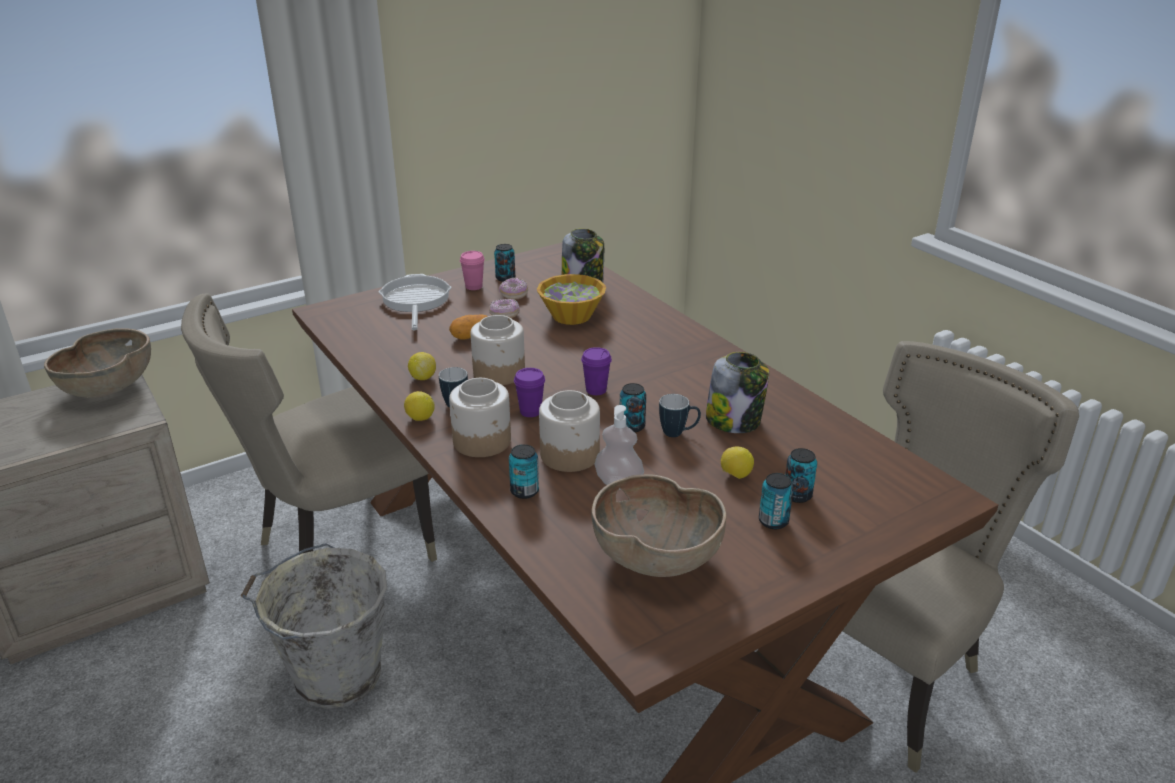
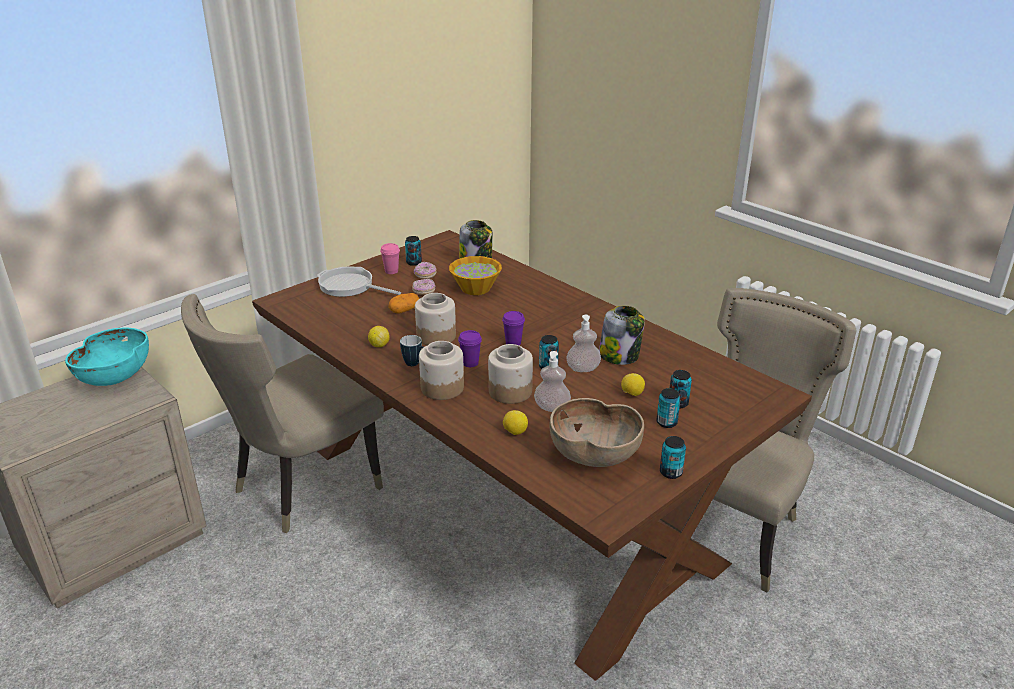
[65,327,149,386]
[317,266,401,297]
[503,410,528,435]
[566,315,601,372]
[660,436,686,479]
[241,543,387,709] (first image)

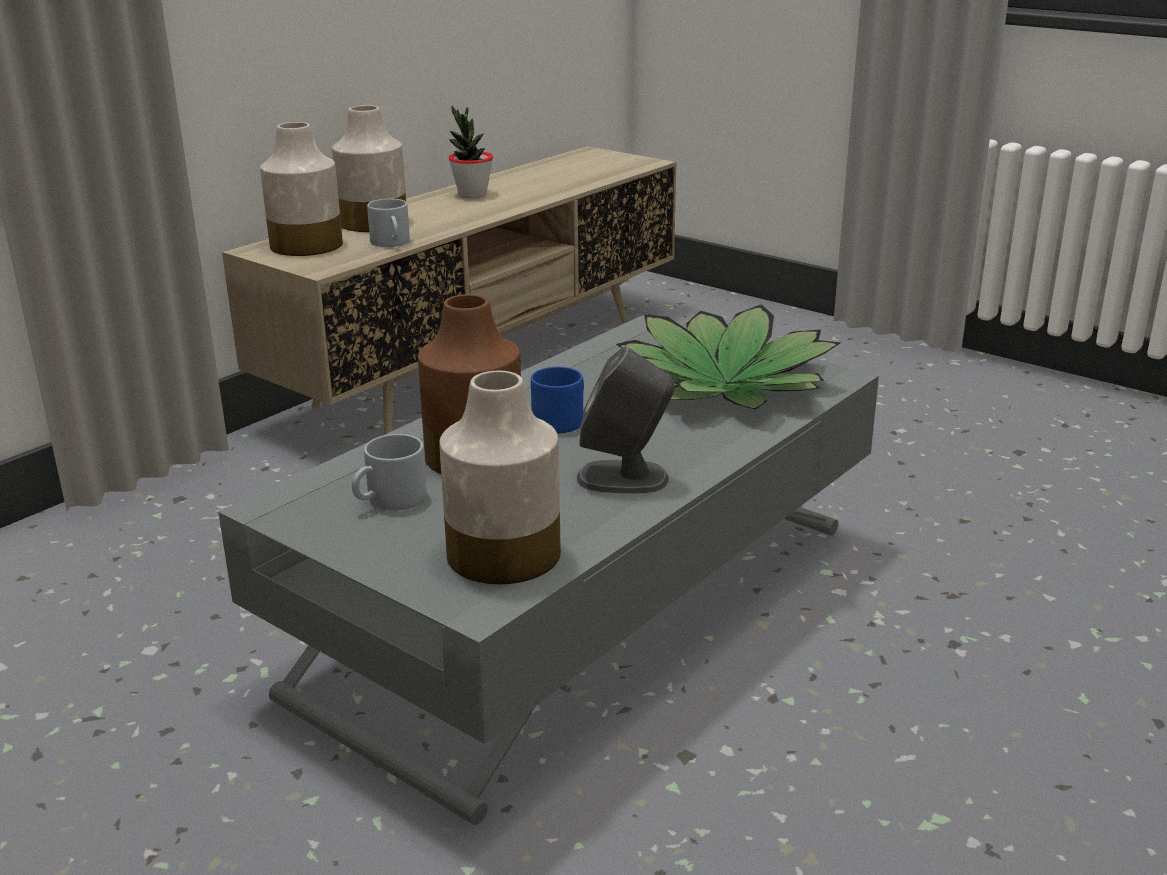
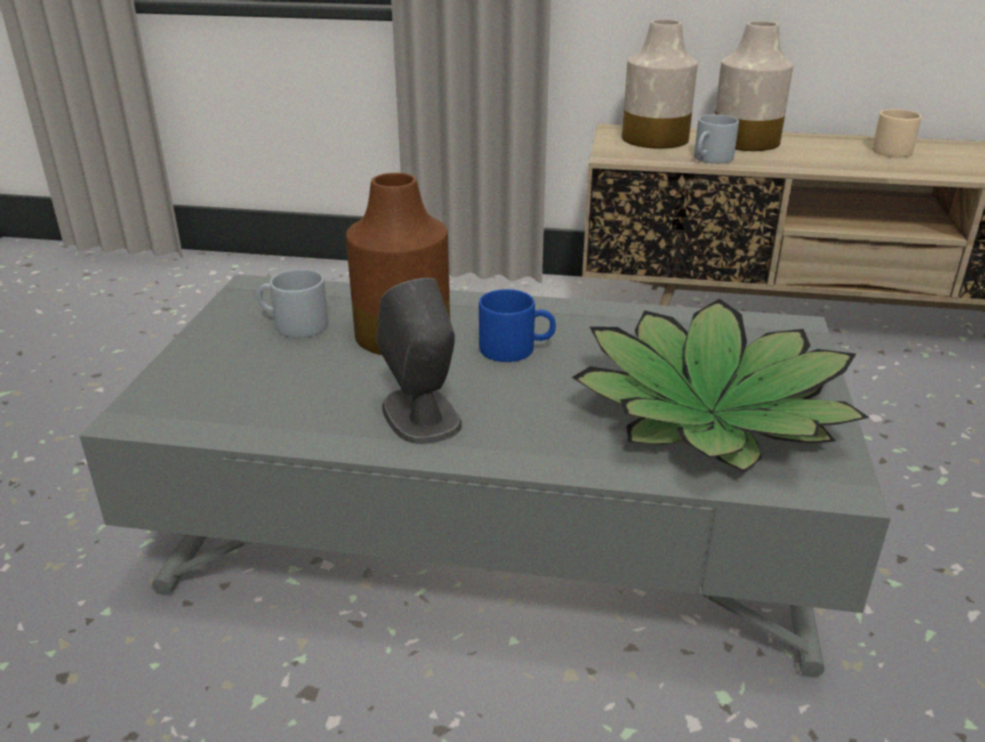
[872,109,922,157]
[439,371,561,584] (first image)

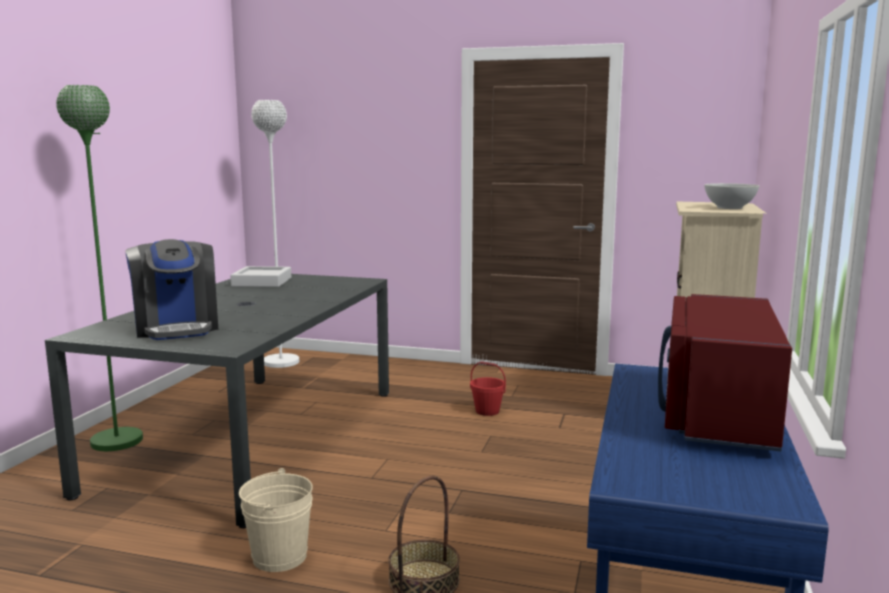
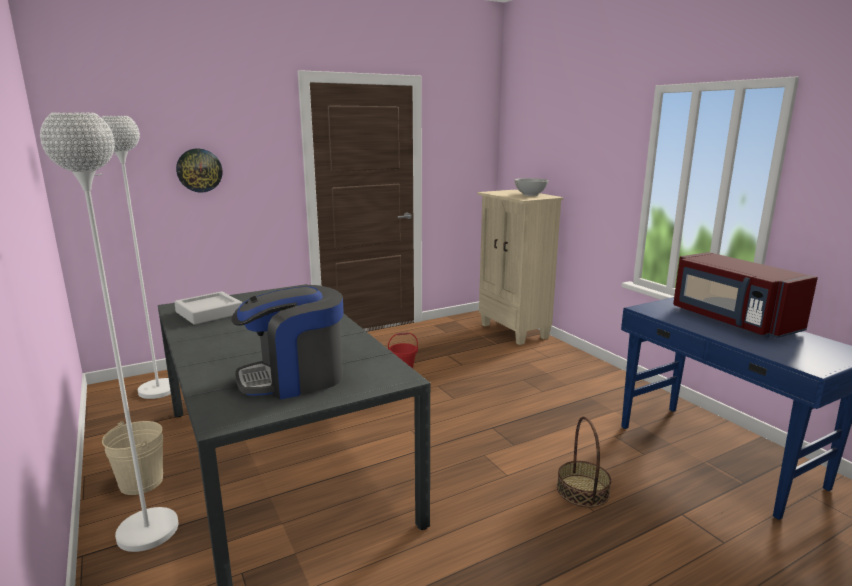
[40,112,179,552]
[102,421,163,495]
[176,149,222,193]
[231,285,344,400]

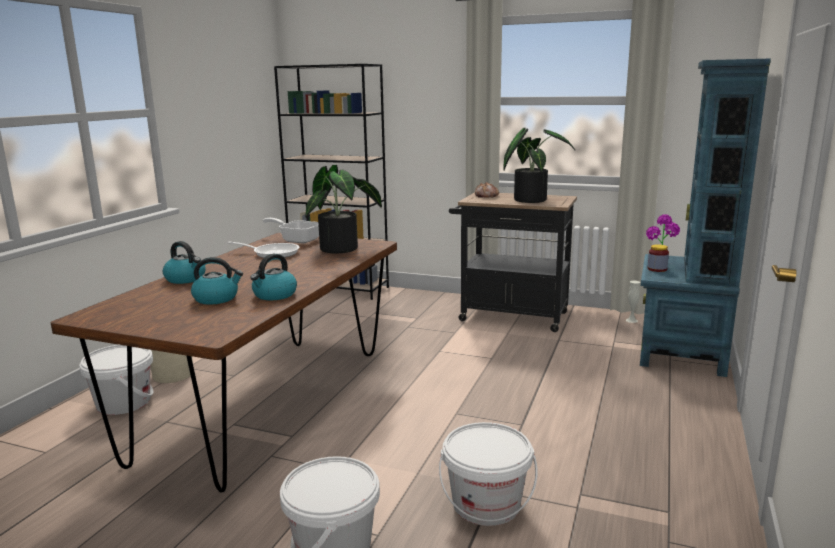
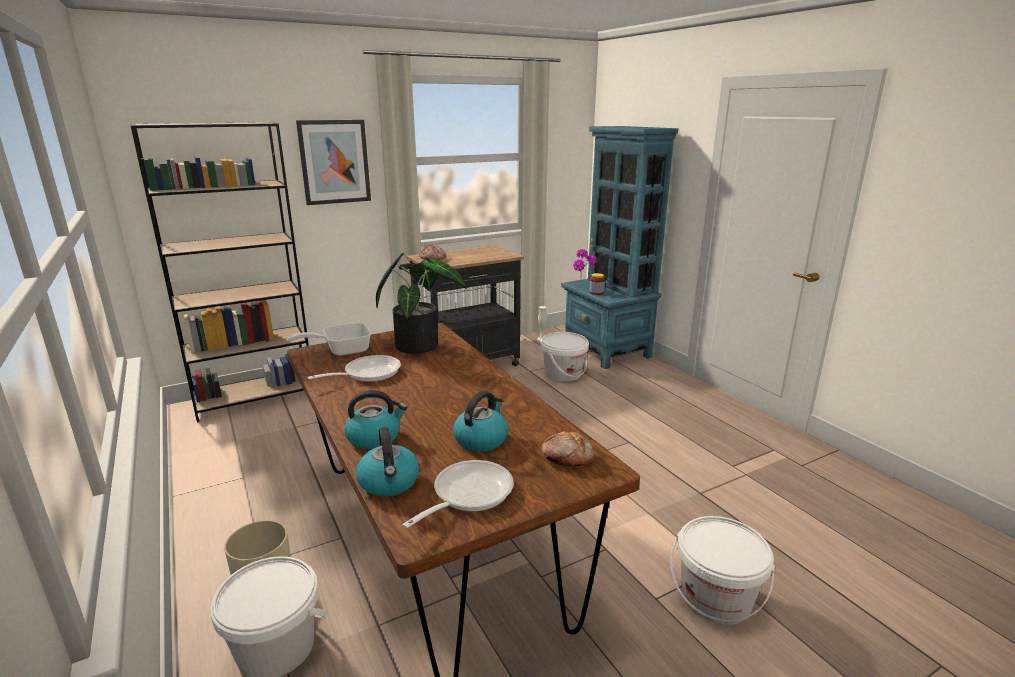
[296,120,371,205]
[356,427,419,497]
[402,460,514,528]
[540,332,589,382]
[541,431,594,467]
[503,128,575,203] (first image)

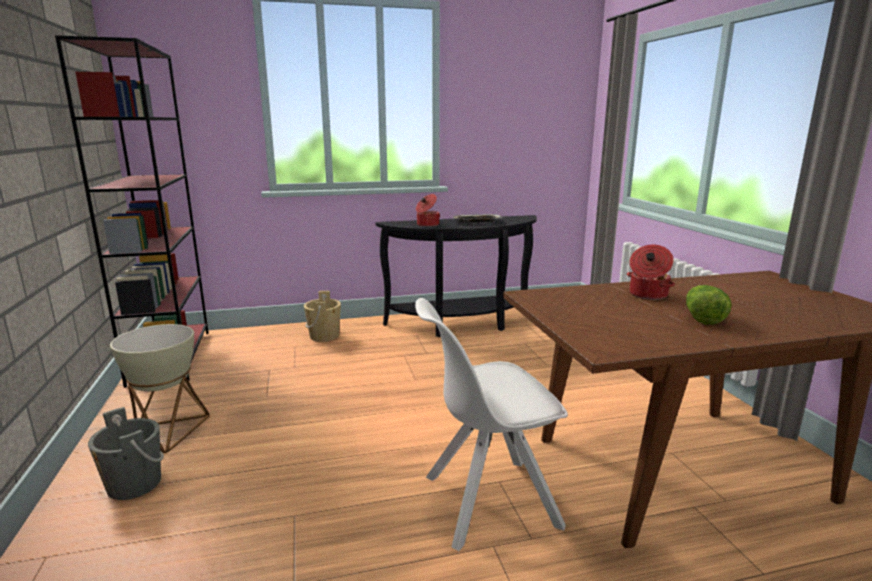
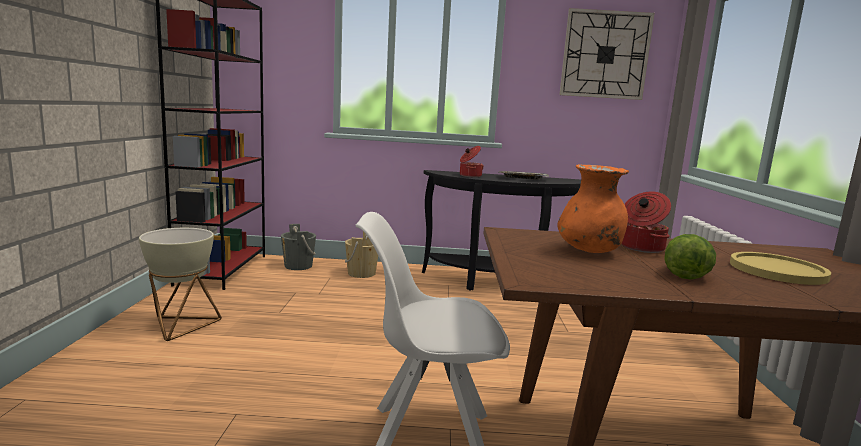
[281,224,316,270]
[557,164,629,253]
[559,8,655,100]
[730,252,831,285]

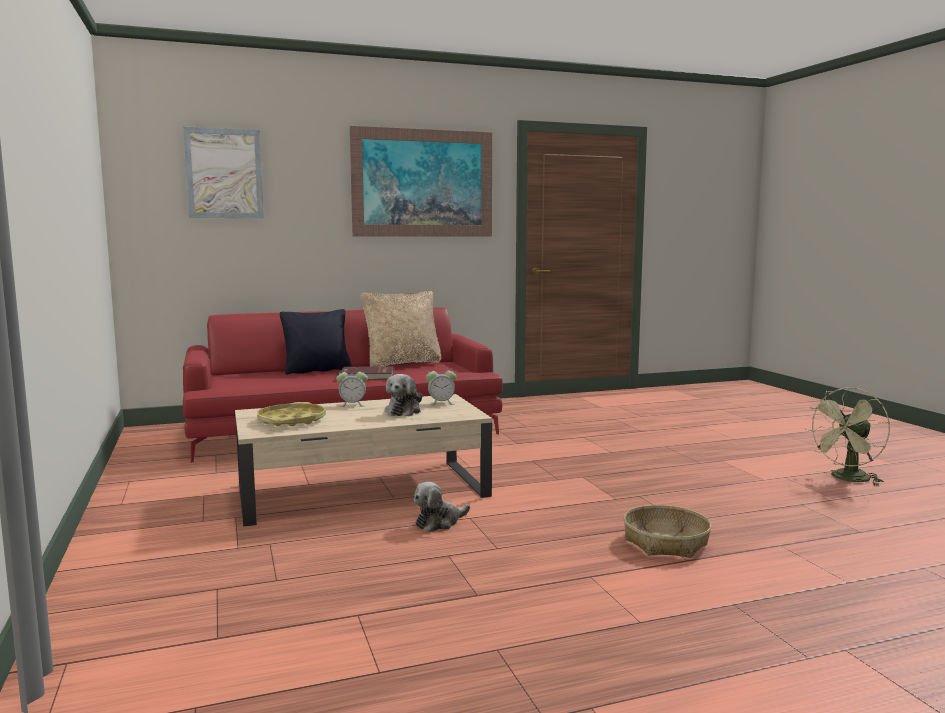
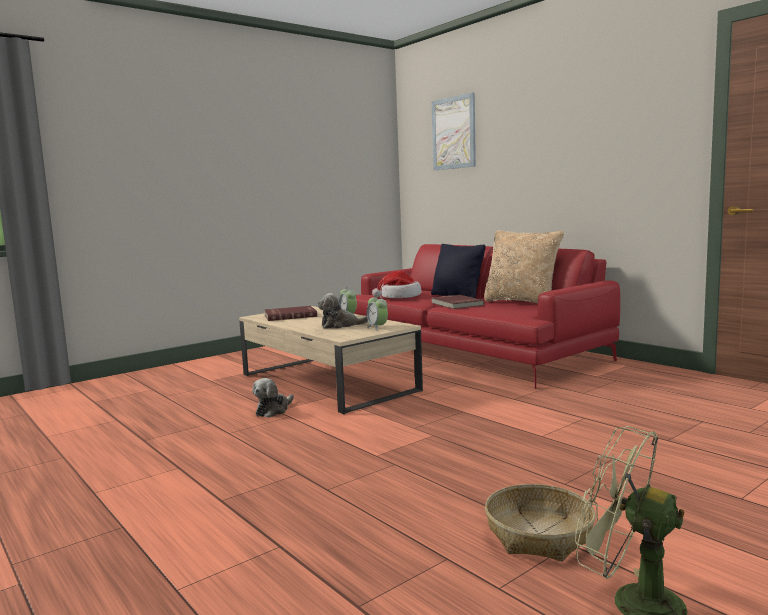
[252,378,294,418]
[264,306,317,321]
[372,271,422,298]
[485,484,596,561]
[350,126,492,237] (first image)

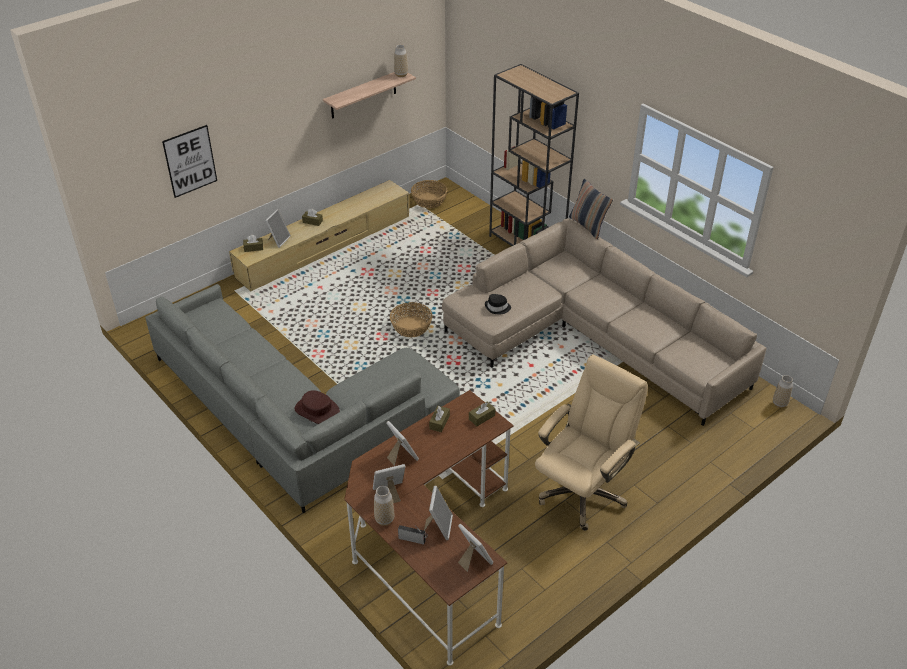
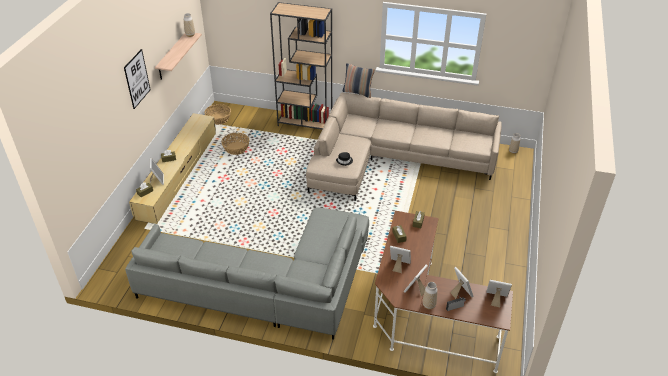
[124,49,151,109]
[221,133,249,155]
[294,390,340,424] (first image)
[535,355,648,531] (first image)

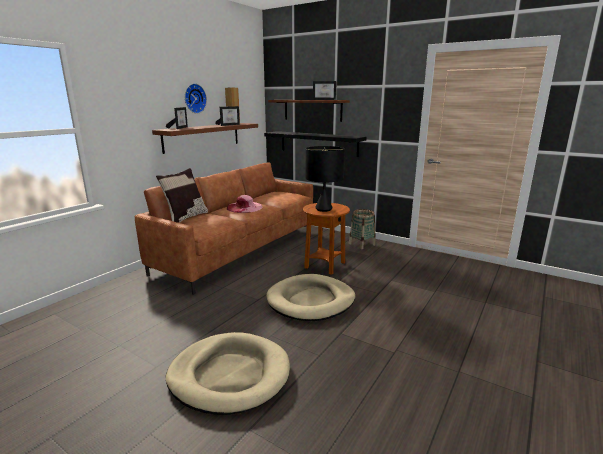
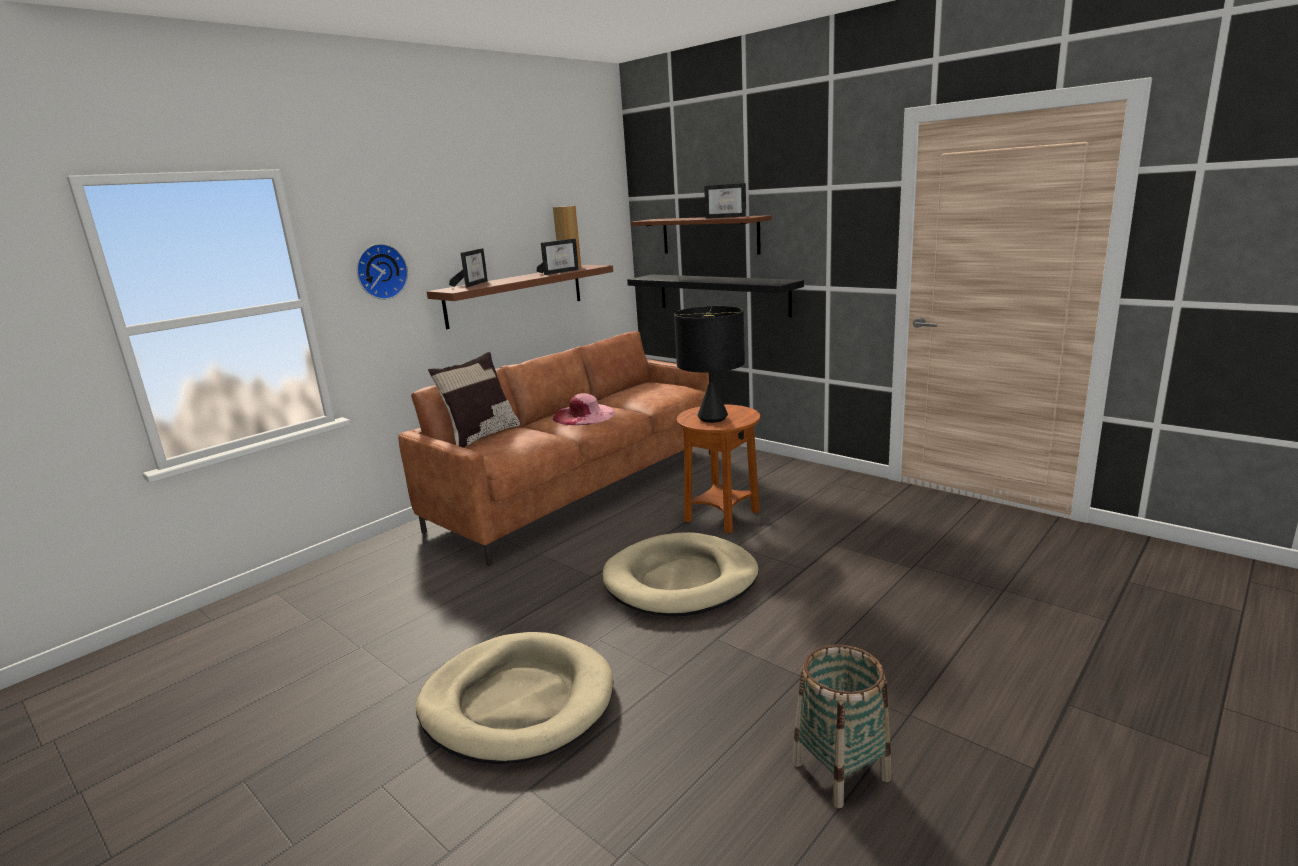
[357,244,408,300]
[792,644,891,808]

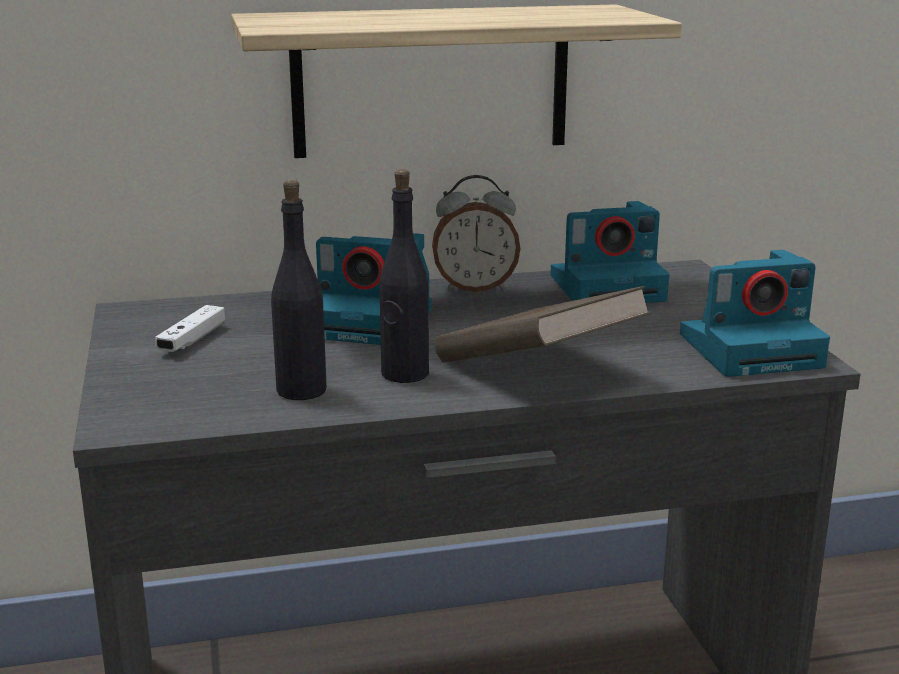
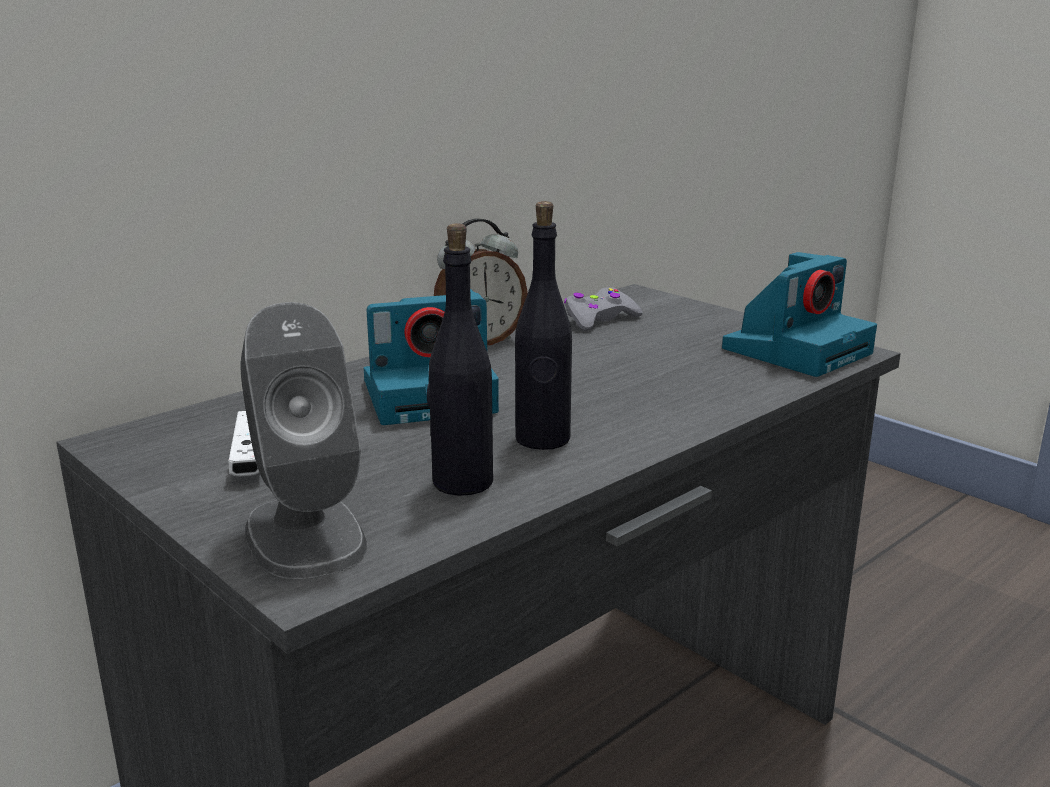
[241,302,367,579]
[564,287,643,331]
[231,4,682,158] (first image)
[435,286,651,363] (first image)

